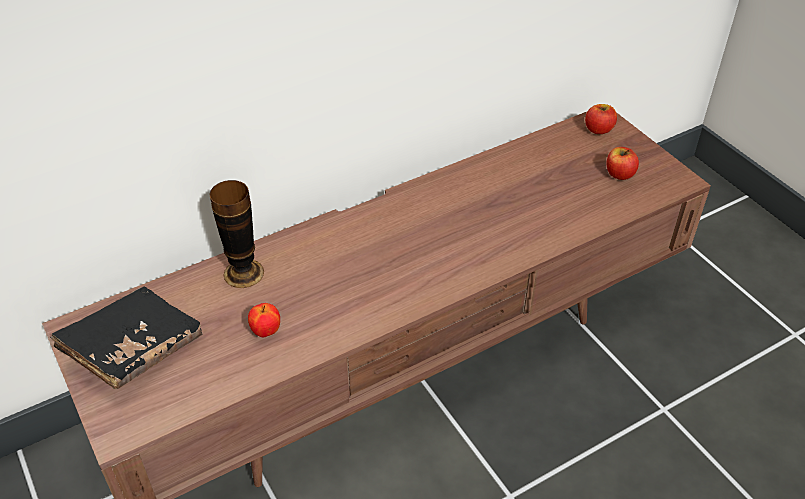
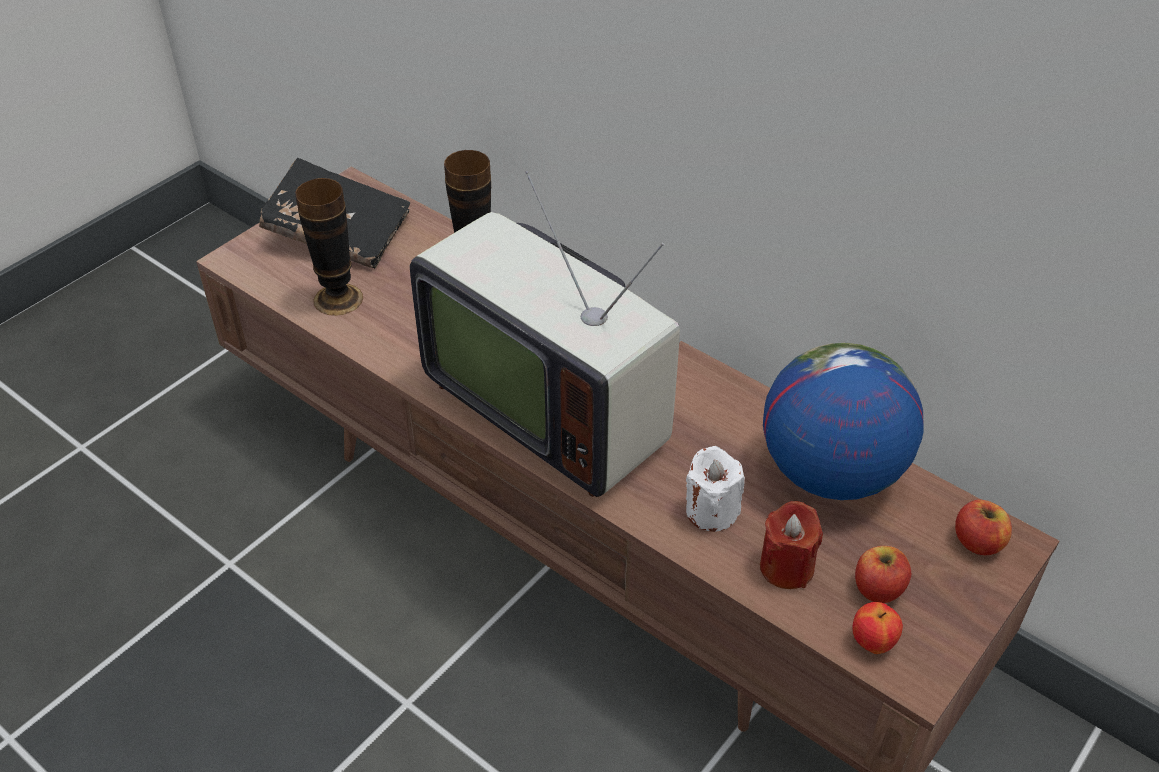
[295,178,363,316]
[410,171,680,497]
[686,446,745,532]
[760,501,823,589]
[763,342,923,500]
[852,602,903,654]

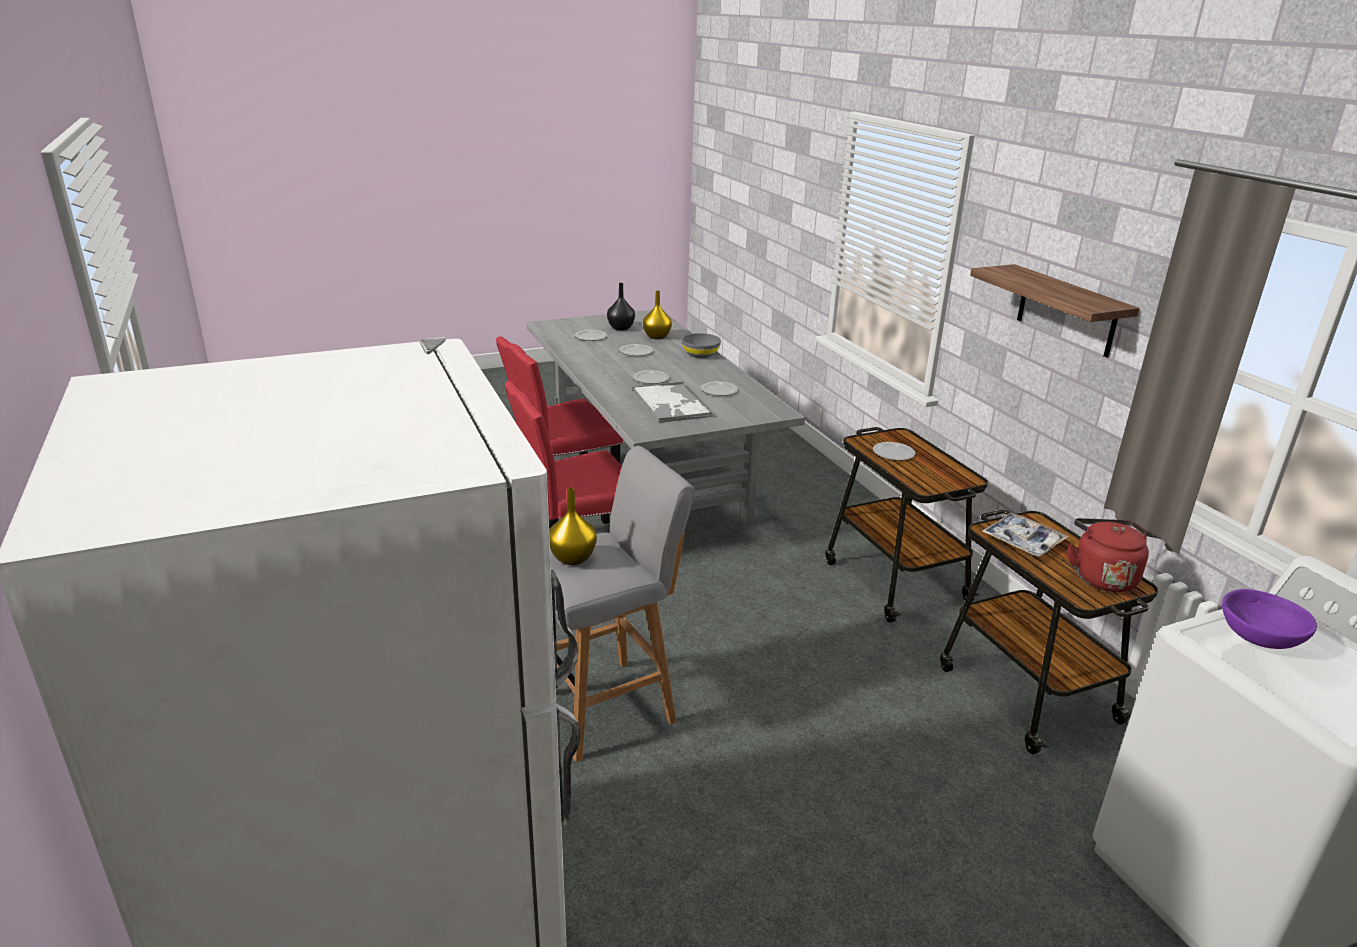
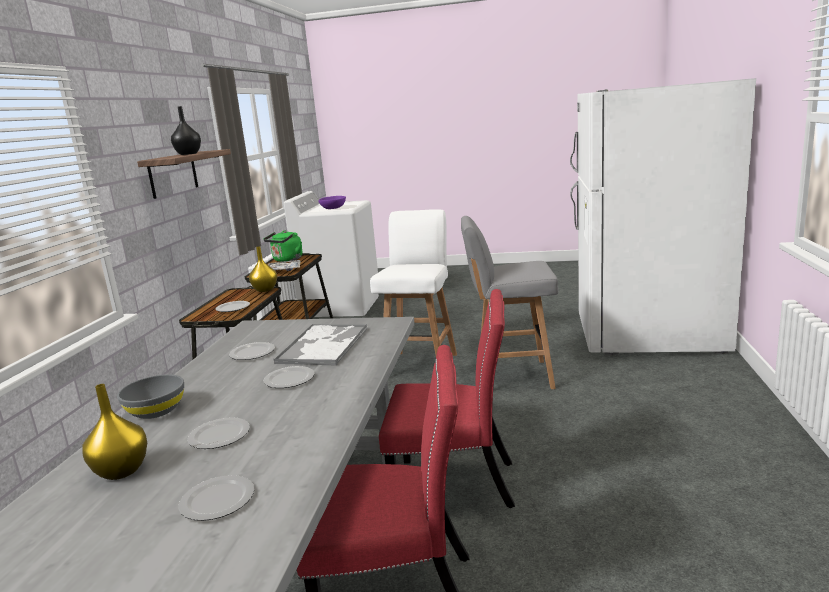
[171,106,201,155]
[249,246,277,292]
[263,230,302,262]
[370,209,457,356]

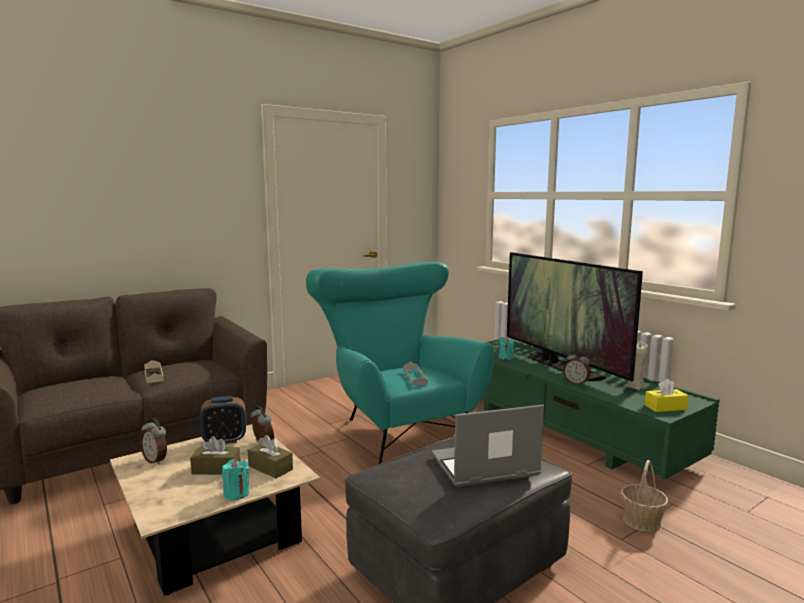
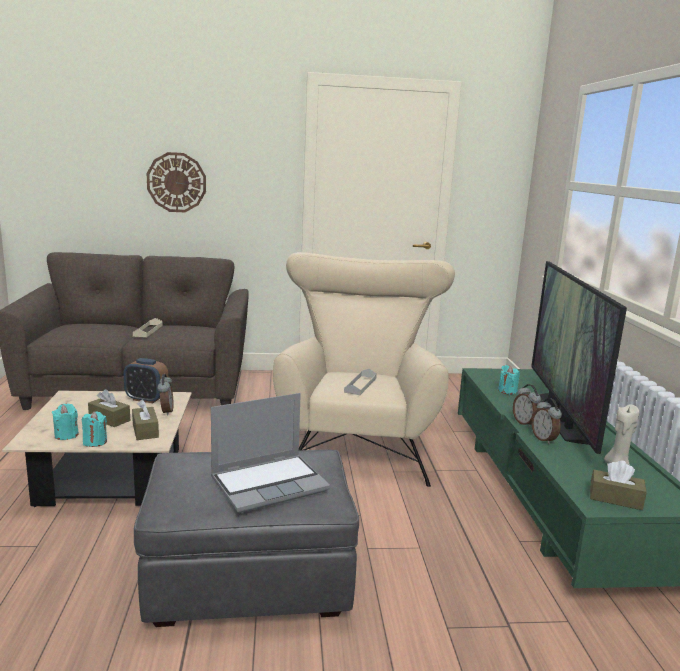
[52,403,79,440]
[147,152,206,212]
[211,393,330,513]
[273,252,455,487]
[513,384,541,428]
[590,461,647,510]
[621,460,668,532] (first image)

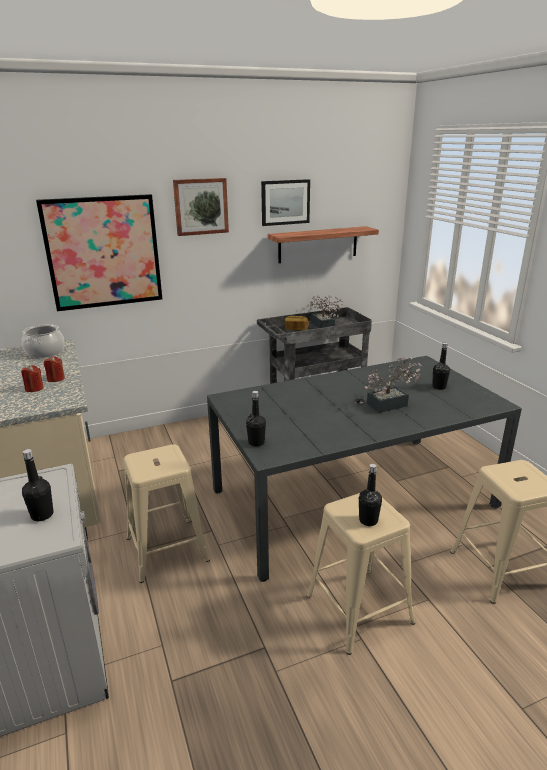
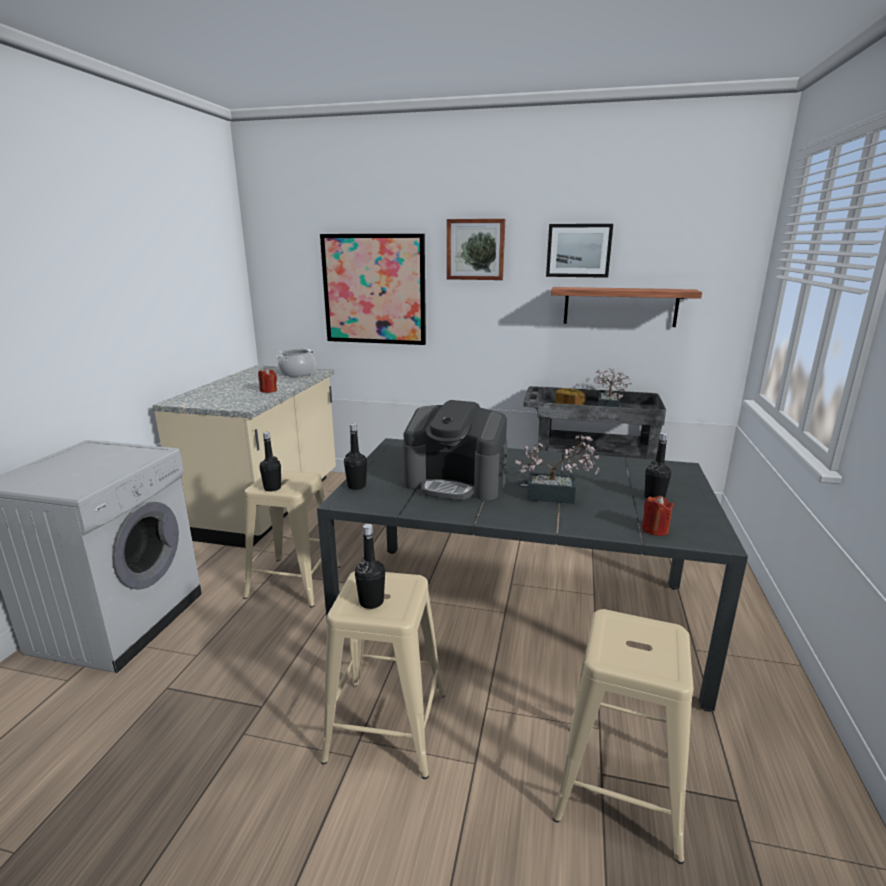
[259,432,281,491]
[403,400,508,501]
[642,496,674,536]

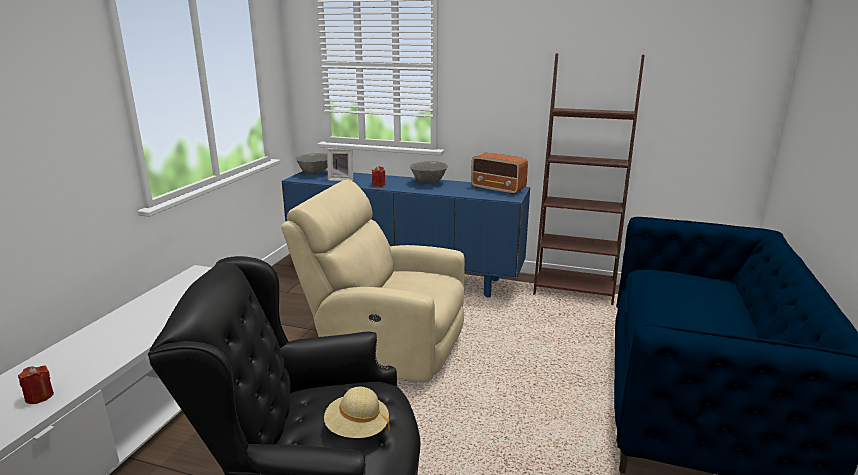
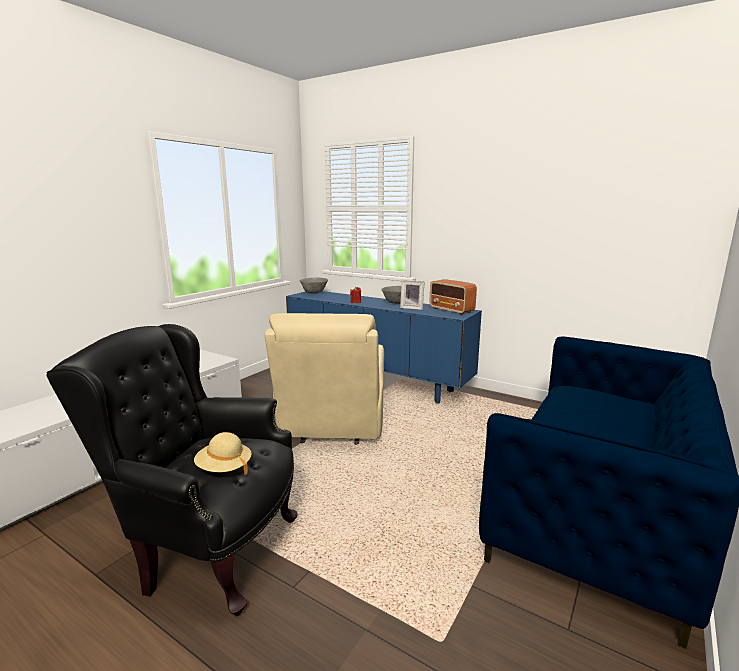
[264,313,384,444]
[400,280,425,310]
[18,365,54,404] (first image)
[533,53,645,305] (first image)

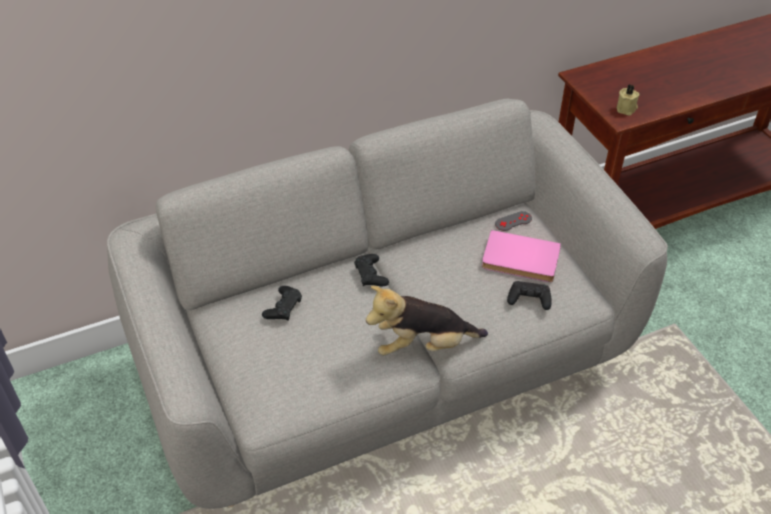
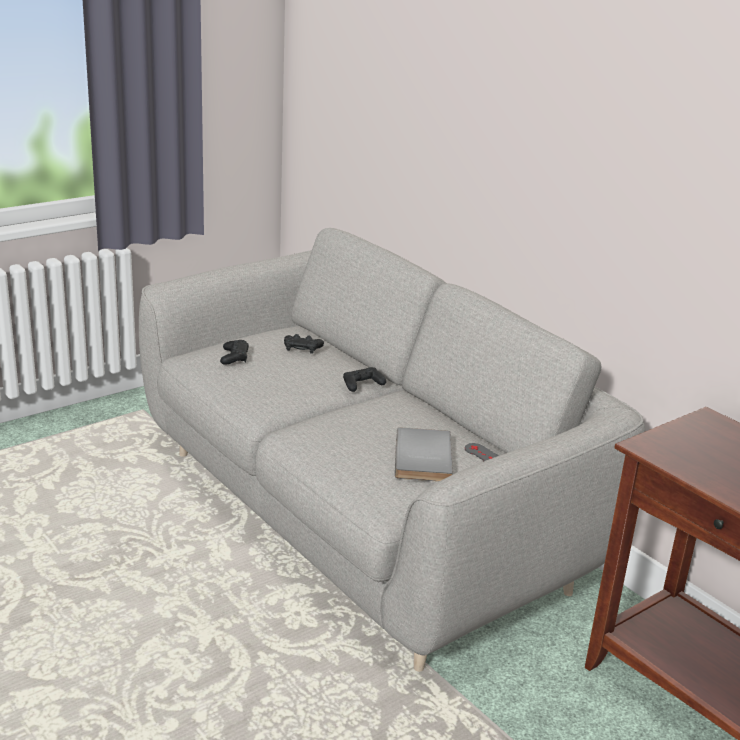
[220,340,249,365]
[395,428,453,482]
[366,286,488,355] (first image)
[617,84,639,115] (first image)

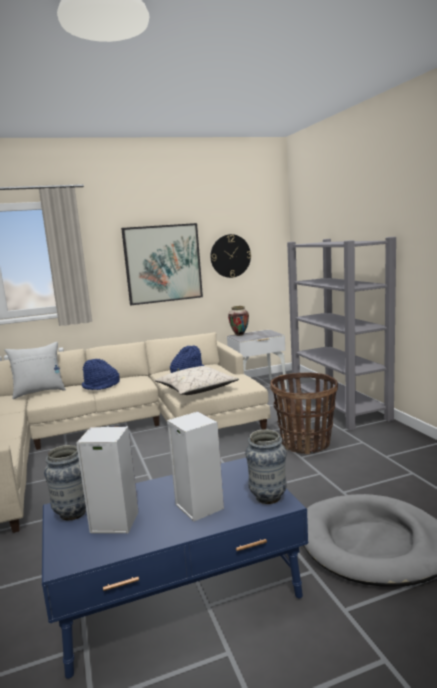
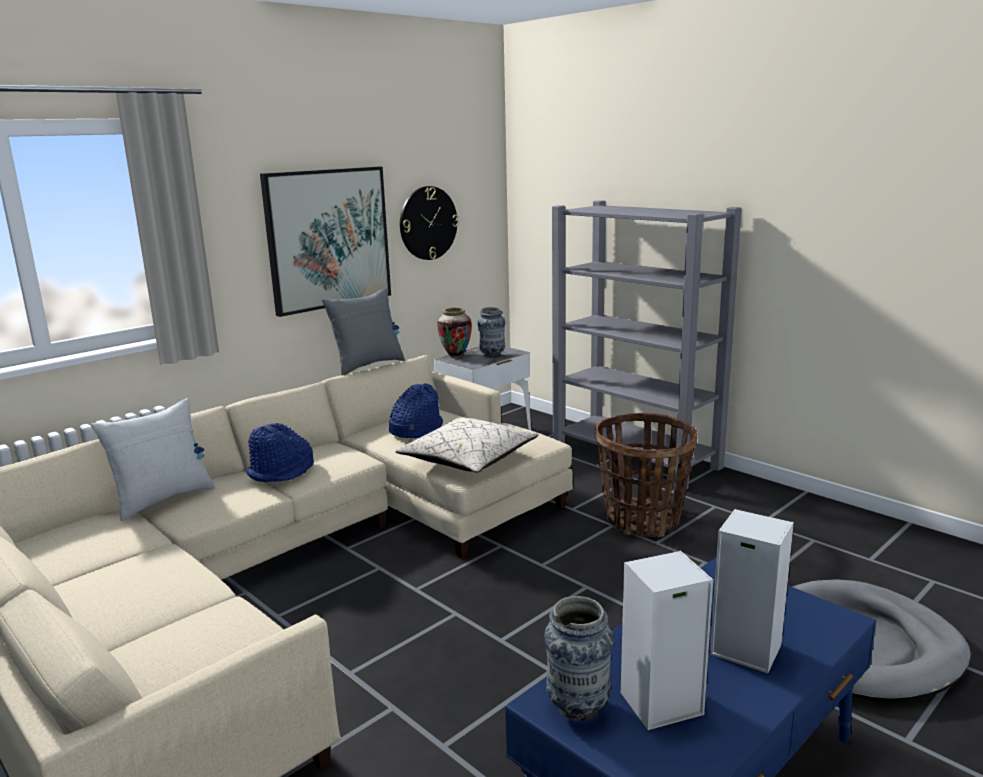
[322,288,405,375]
[477,307,506,358]

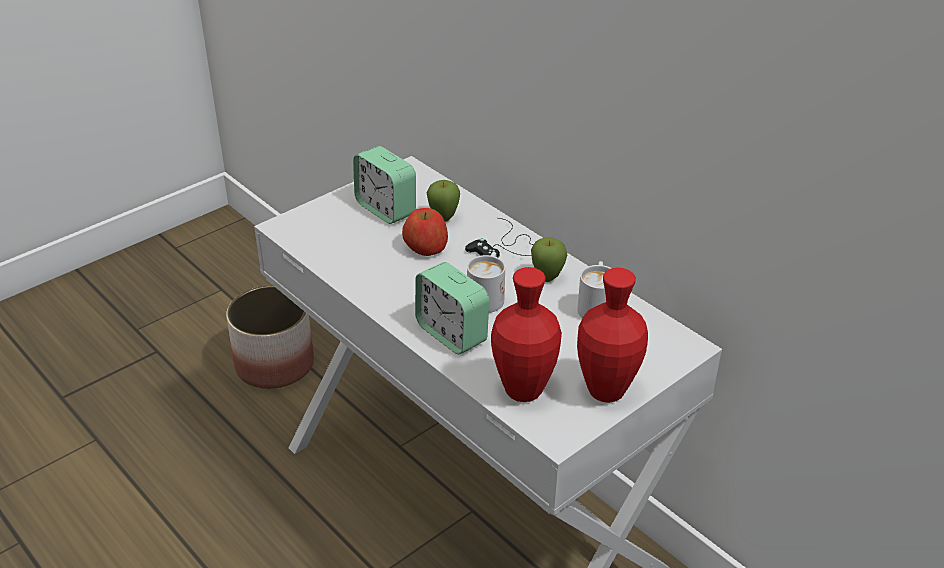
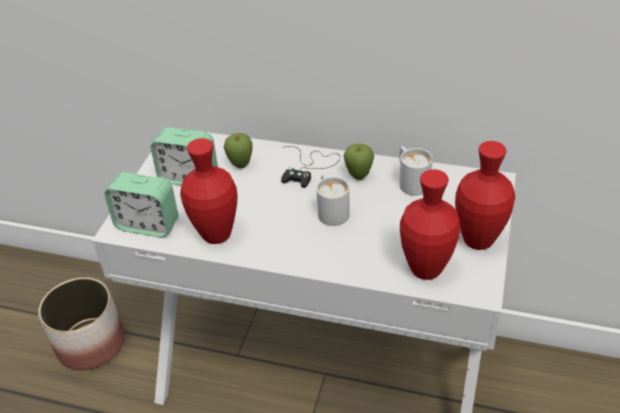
[104,172,178,238]
[180,138,238,244]
[402,208,448,256] (first image)

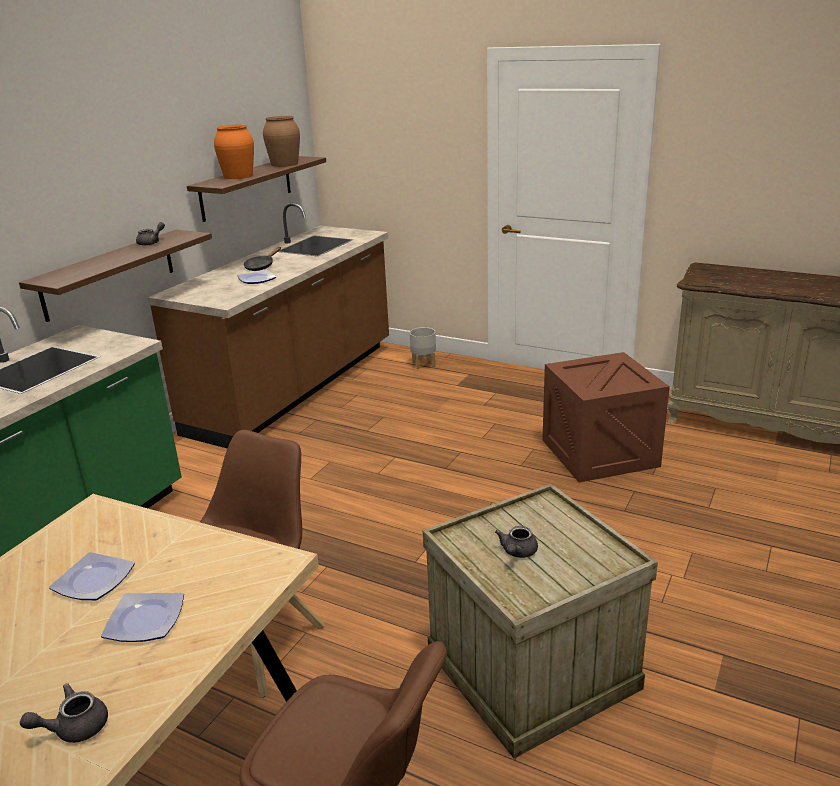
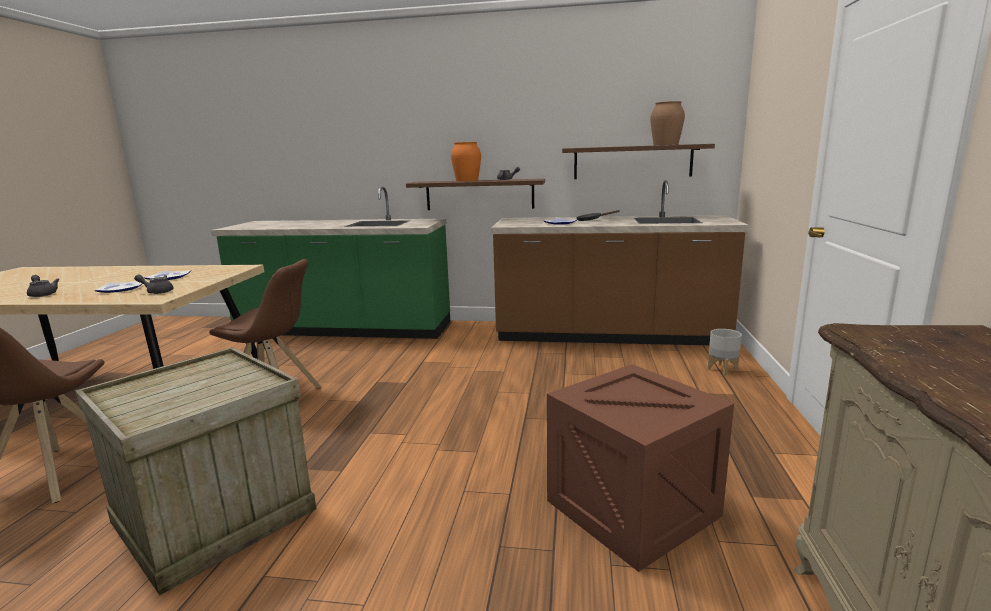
[134,275,173,294]
[451,142,481,182]

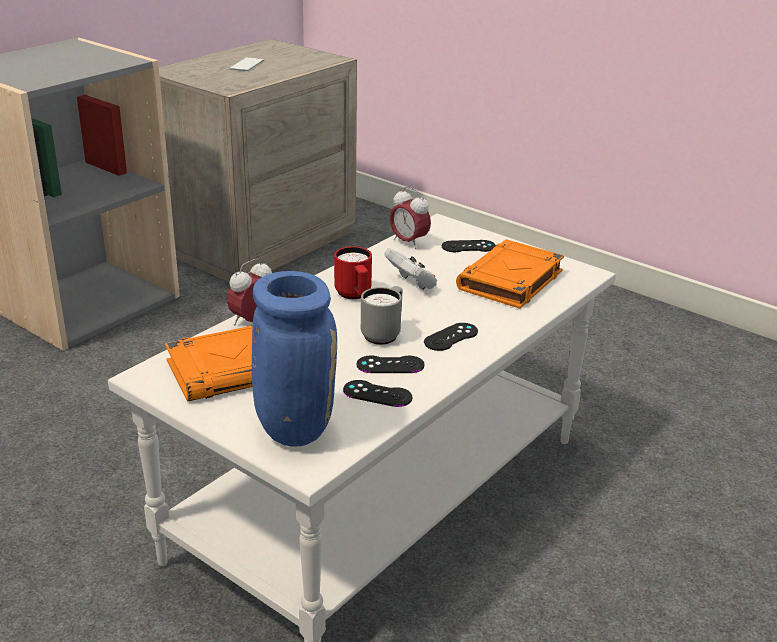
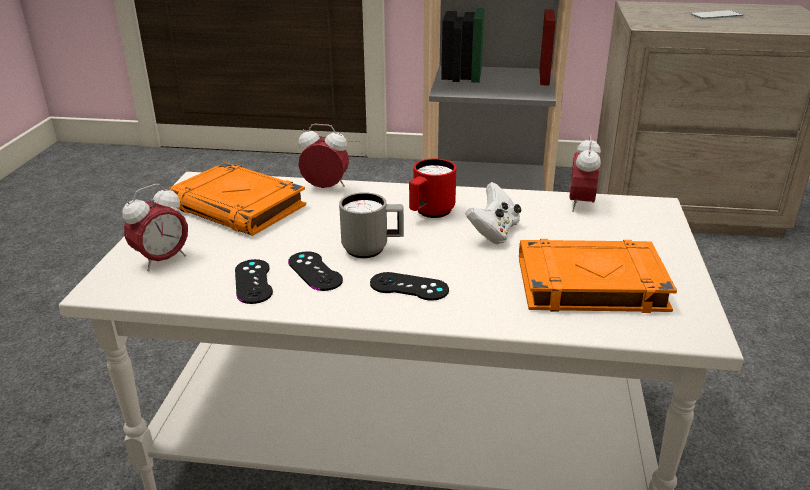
[122,184,188,272]
[442,240,496,252] (first image)

